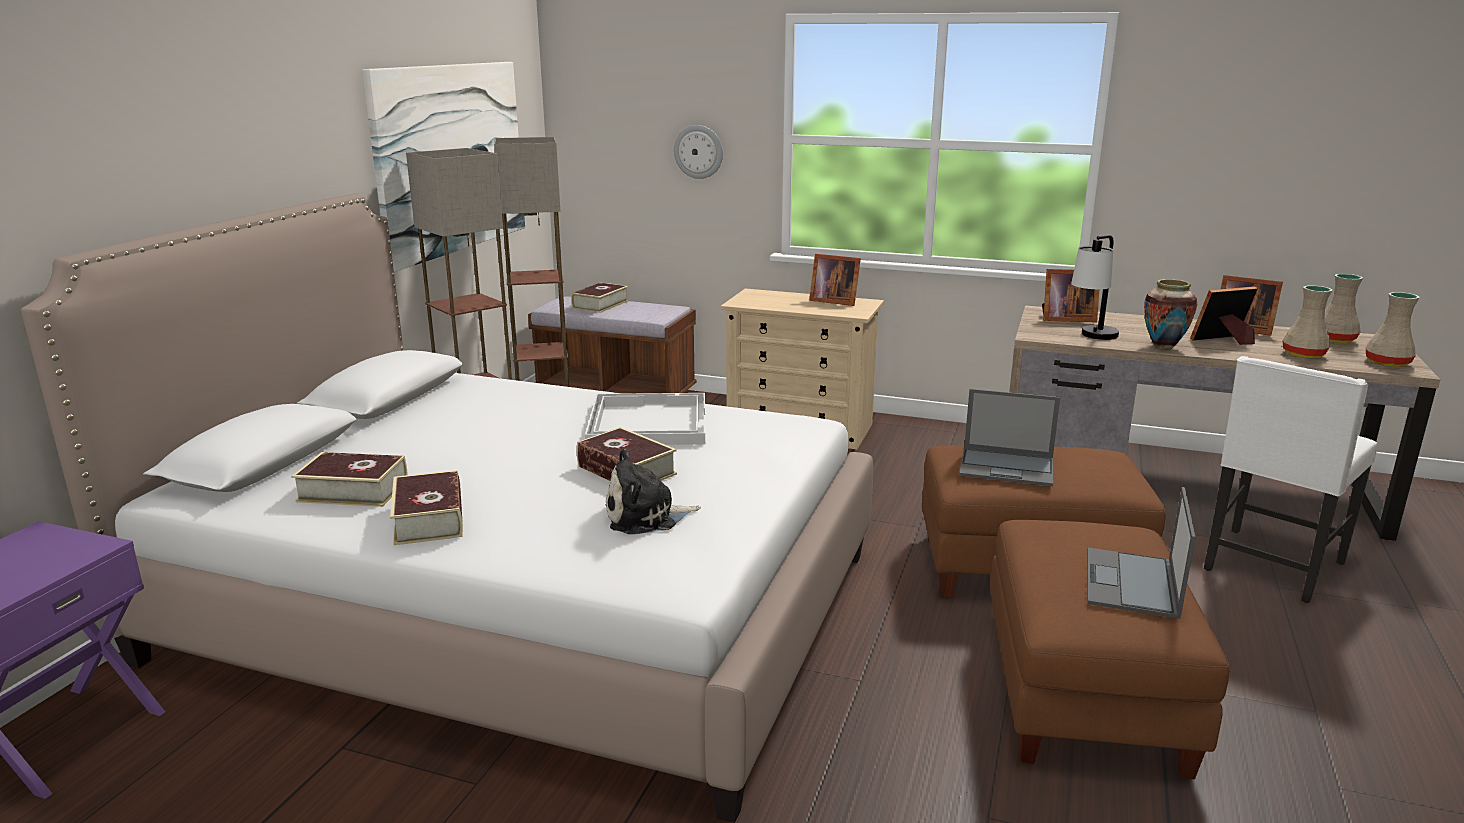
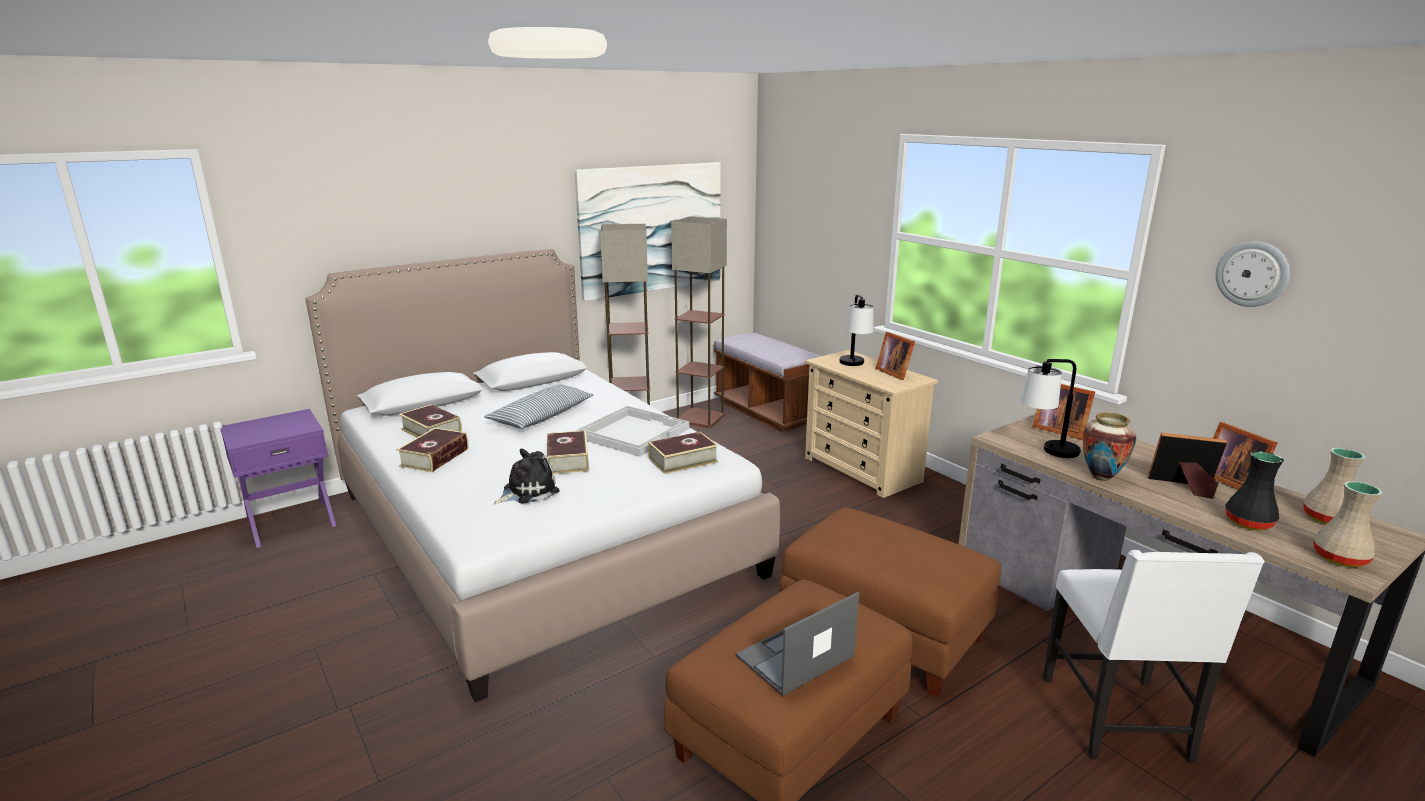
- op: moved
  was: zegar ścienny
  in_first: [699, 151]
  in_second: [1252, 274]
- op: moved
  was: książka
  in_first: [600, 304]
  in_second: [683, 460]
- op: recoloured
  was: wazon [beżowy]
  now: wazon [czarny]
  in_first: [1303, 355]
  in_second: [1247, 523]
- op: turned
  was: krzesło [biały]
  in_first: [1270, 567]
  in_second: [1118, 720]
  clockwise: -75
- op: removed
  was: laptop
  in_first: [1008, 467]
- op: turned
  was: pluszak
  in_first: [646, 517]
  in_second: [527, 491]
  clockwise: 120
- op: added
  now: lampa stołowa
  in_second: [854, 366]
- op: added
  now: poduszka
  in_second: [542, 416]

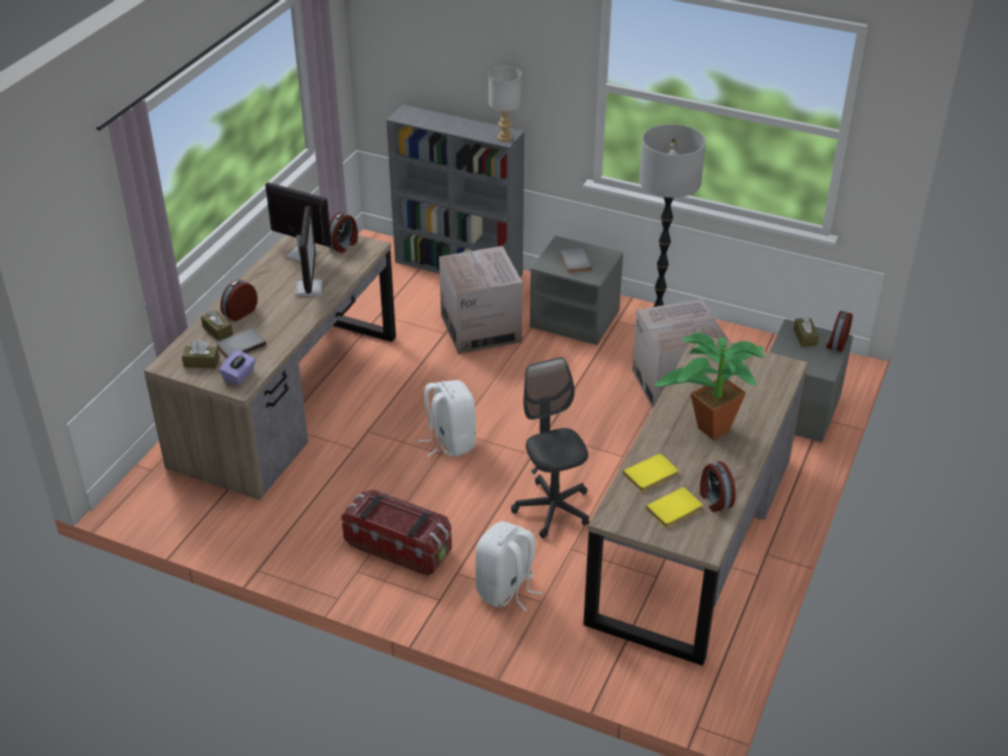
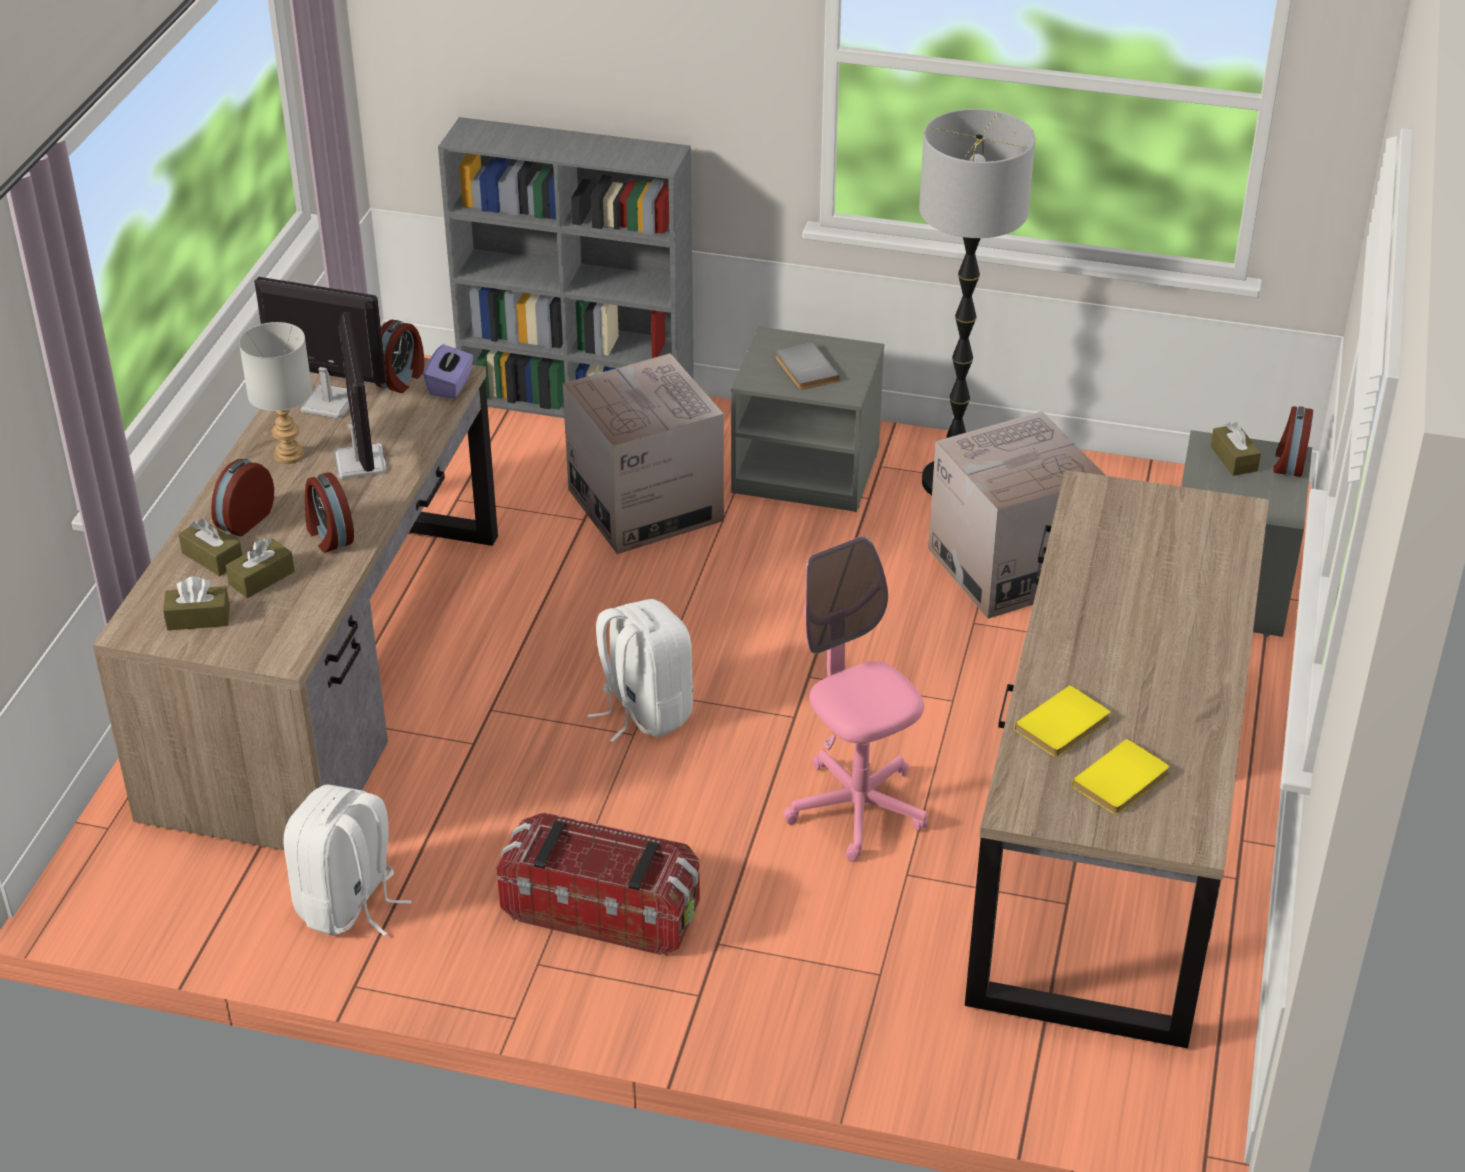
- op: moved
  was: lampa stołowa [szary]
  in_first: [505, 137]
  in_second: [290, 454]
- op: replaced
  was: książka [szary]
  now: pudełko chusteczek [brązowy]
  in_first: [240, 345]
  in_second: [261, 578]
- op: removed
  was: roślina doniczkowa
  in_first: [706, 430]
- op: moved
  was: pudełko chusteczek [fioletowy]
  in_first: [239, 376]
  in_second: [451, 385]
- op: recoloured
  was: krzesło biurowe [szary]
  now: krzesło biurowe [różowy]
  in_first: [552, 509]
  in_second: [856, 808]
- op: moved
  was: budzik
  in_first: [714, 500]
  in_second: [329, 536]
- op: moved
  was: plecak [biały]
  in_first: [506, 590]
  in_second: [348, 904]

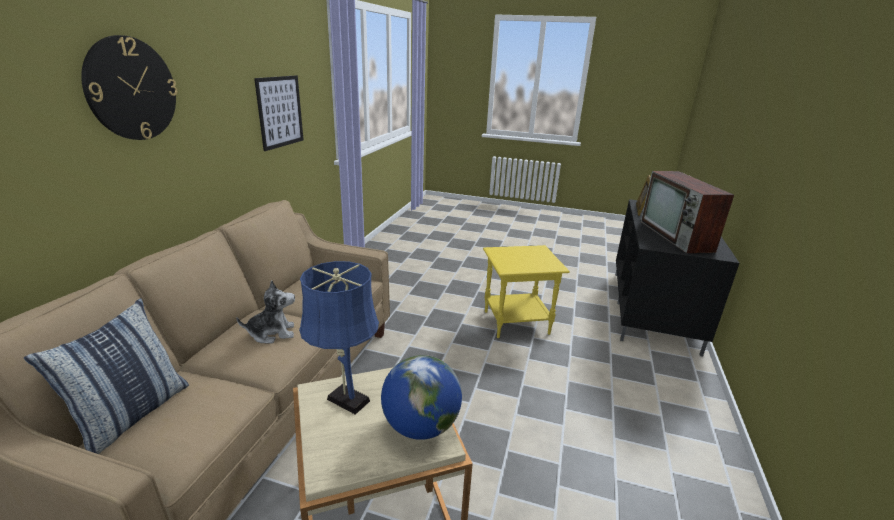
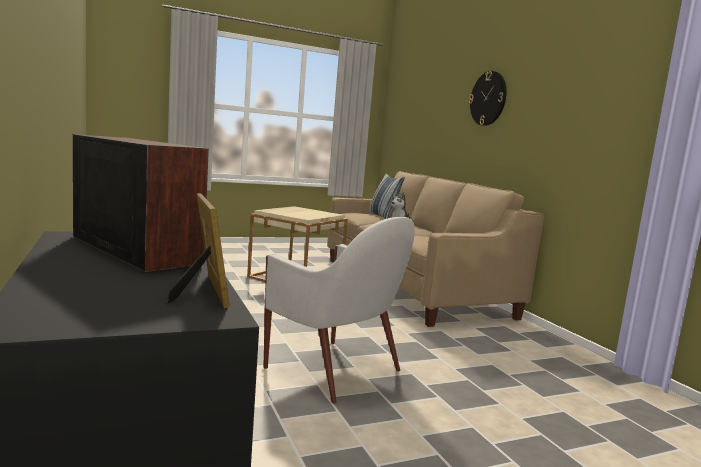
- op: removed
  was: obraz
  in_first: [280, 112]
- op: replaced
  was: stolik [żółty]
  now: fotel [biały]
  in_first: [517, 322]
  in_second: [335, 371]
- op: removed
  was: lampa stołowa [niebieski]
  in_first: [345, 398]
- op: removed
  was: globus
  in_first: [421, 426]

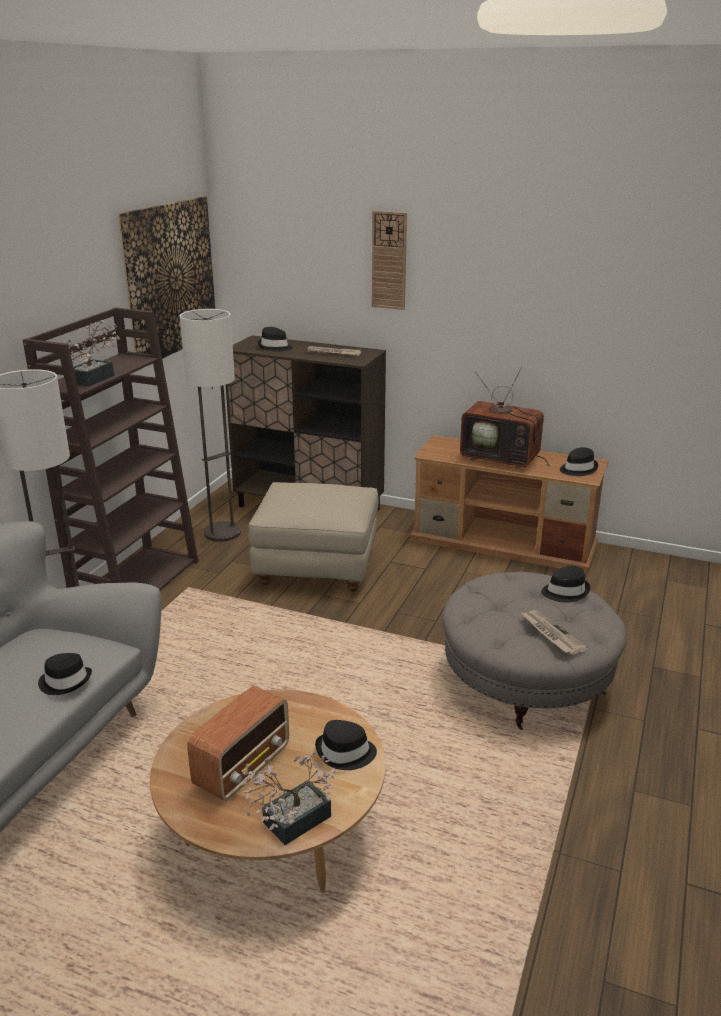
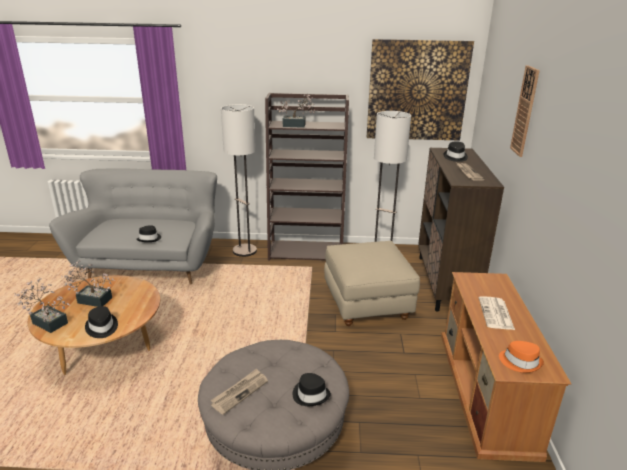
- op: replaced
  was: telewizor
  now: gazeta
  in_first: [503, 458]
  in_second: [496, 314]
- op: recoloured
  was: kapelusz [czarny]
  now: kapelusz [pomarańczowy]
  in_first: [577, 469]
  in_second: [520, 362]
- op: replaced
  was: radio
  now: roślina doniczkowa
  in_first: [243, 766]
  in_second: [92, 299]

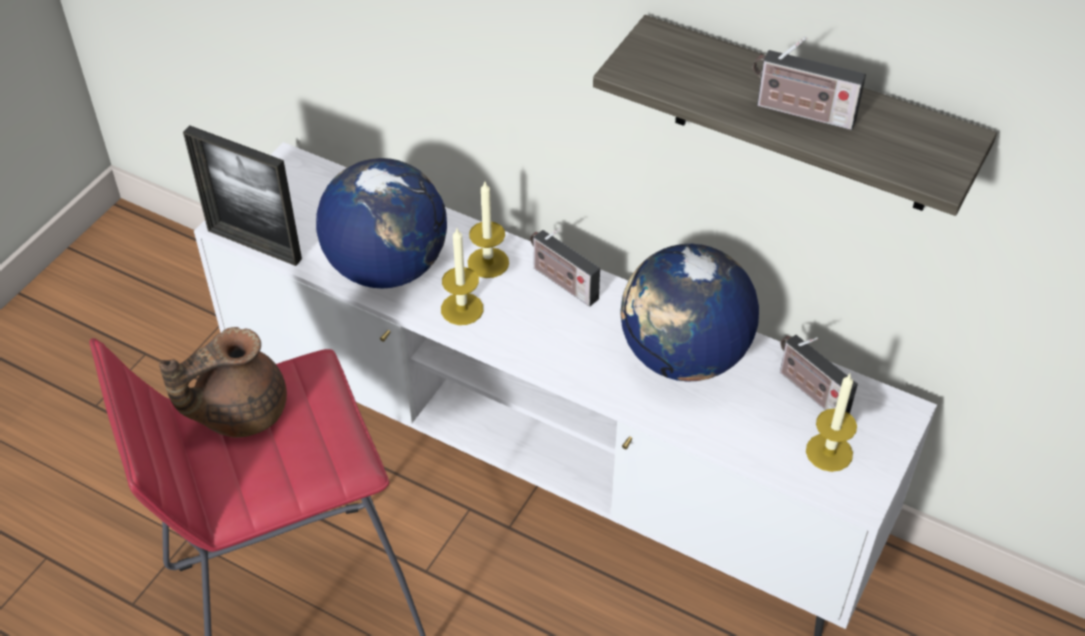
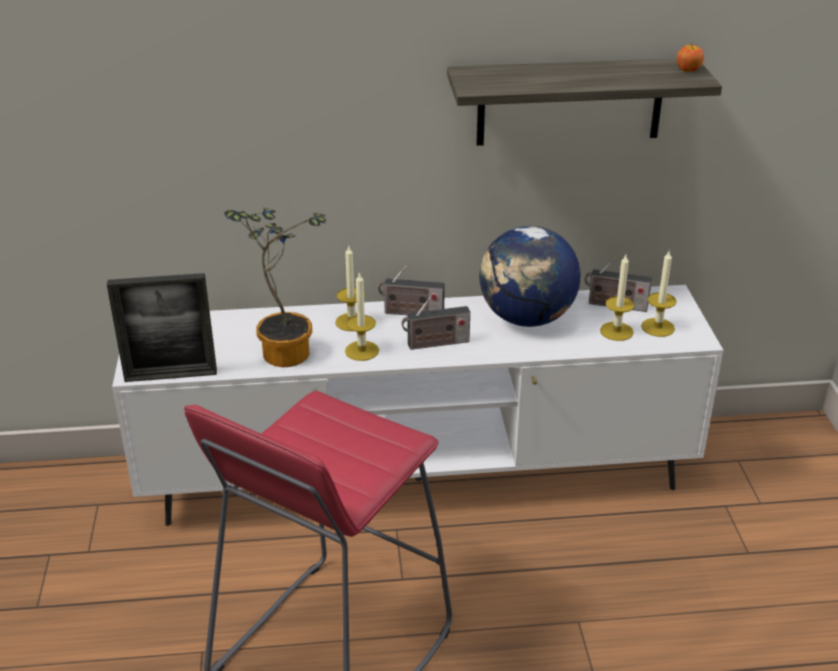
- op: moved
  was: radio
  in_first: [800, 112]
  in_second: [435, 344]
- op: replaced
  was: globus
  now: roślina doniczkowa
  in_first: [387, 267]
  in_second: [284, 350]
- op: removed
  was: imbryk [brązowy]
  in_first: [238, 411]
- op: added
  now: jabłko
  in_second: [688, 70]
- op: added
  now: świeca
  in_second: [616, 331]

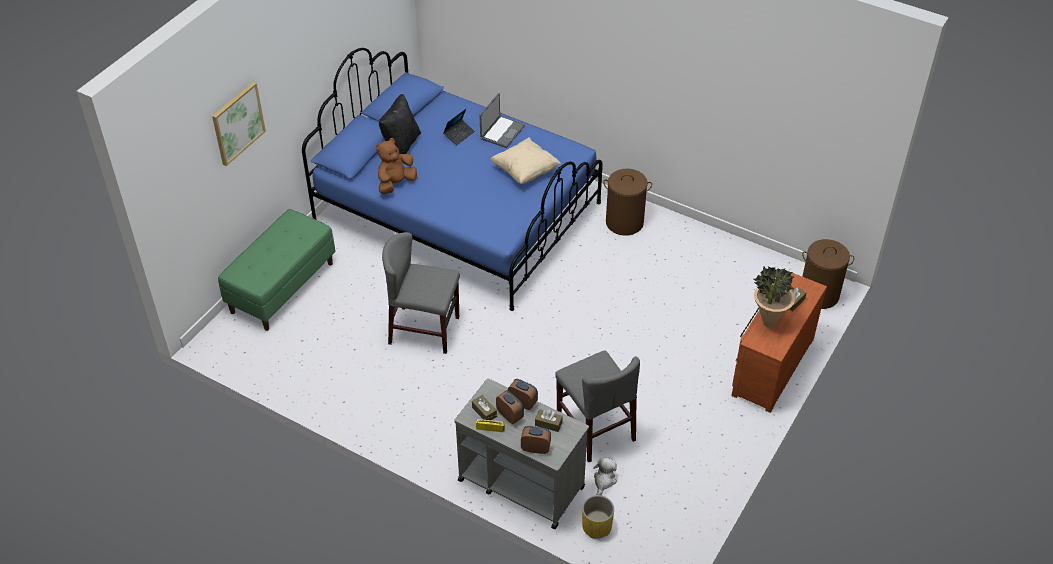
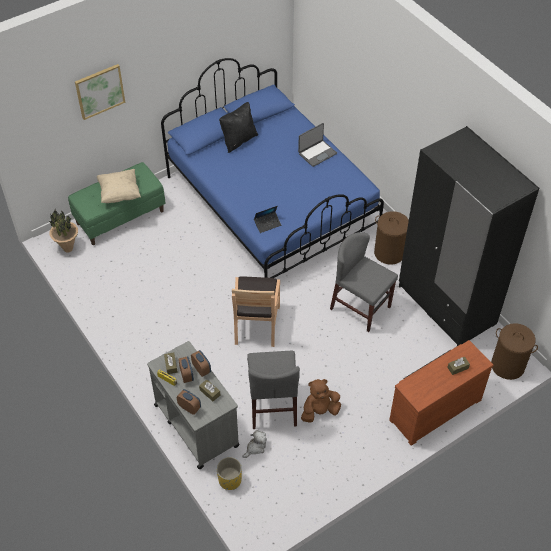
- op: moved
  was: laptop
  in_first: [459, 134]
  in_second: [267, 224]
- op: moved
  was: poduszka [beżowy]
  in_first: [525, 172]
  in_second: [119, 194]
- op: moved
  was: pluszak [brązowy]
  in_first: [396, 183]
  in_second: [319, 411]
- op: moved
  was: krzesło [szary]
  in_first: [424, 330]
  in_second: [360, 308]
- op: moved
  was: roślina doniczkowa
  in_first: [768, 322]
  in_second: [68, 249]
- op: added
  now: szafa [czarny]
  in_second: [446, 305]
- op: added
  now: krzesło [brązowy]
  in_second: [256, 324]

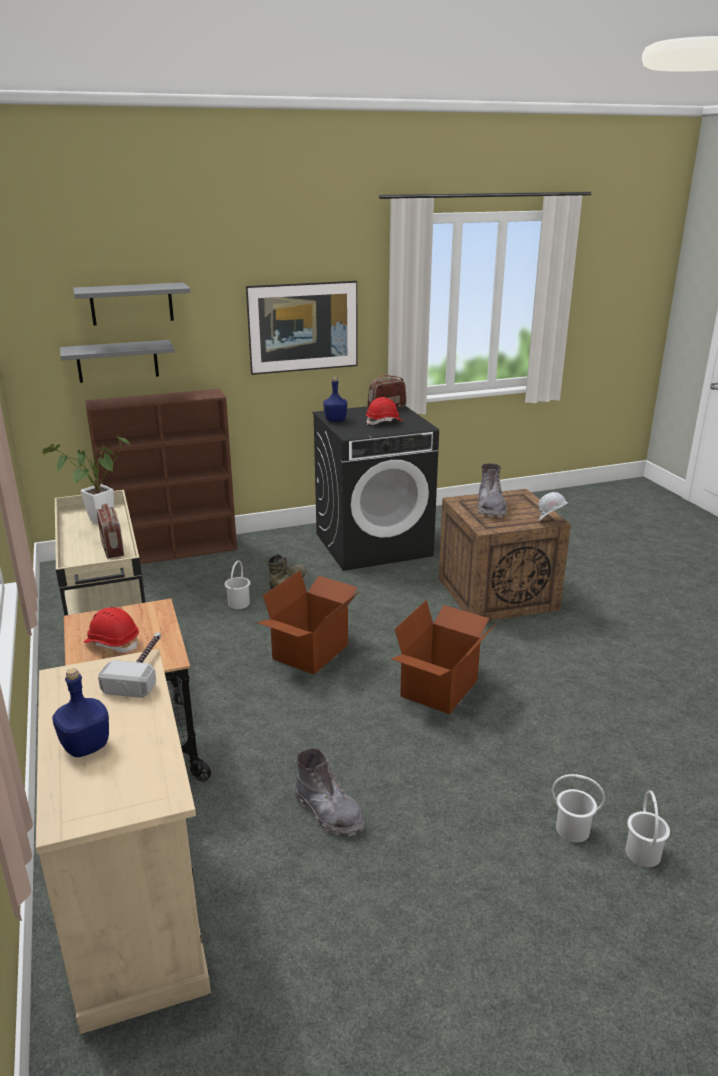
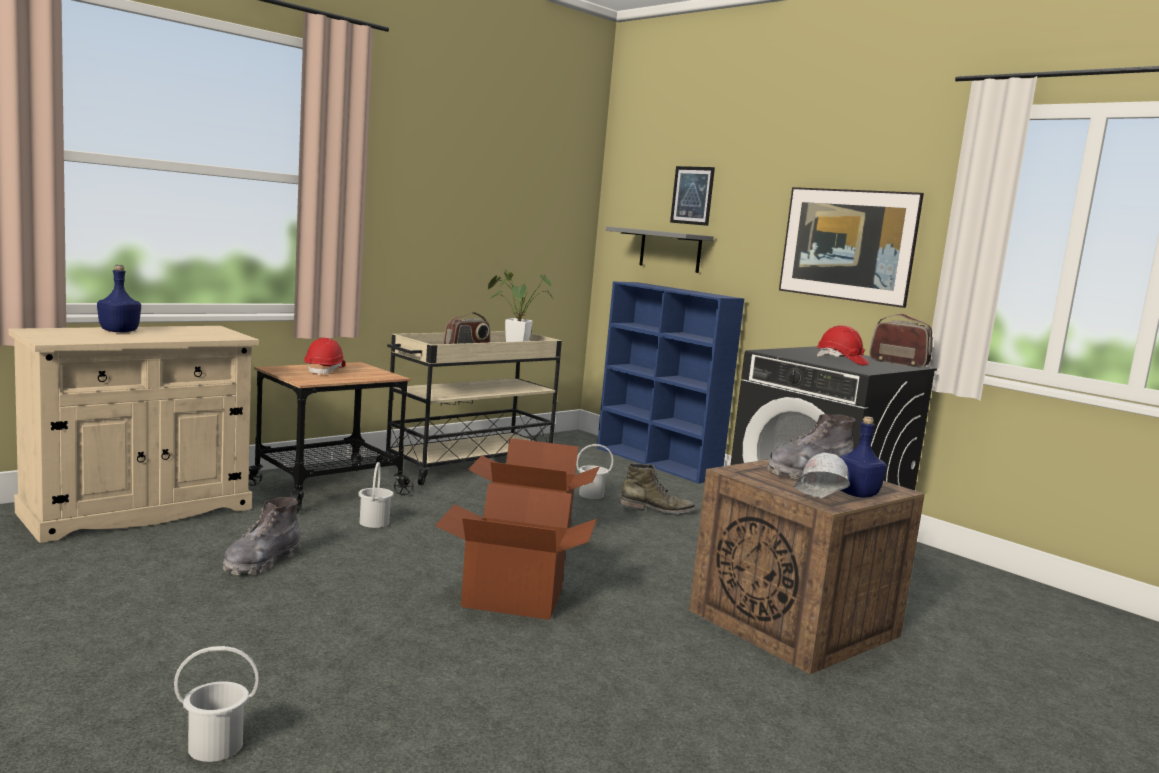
- op: replaced
  was: półka [szary]
  now: obraz
  in_first: [131, 304]
  in_second: [692, 195]
- op: moved
  was: butelka [niebieski]
  in_first: [335, 420]
  in_second: [856, 494]
- op: recoloured
  was: regał [brązowy]
  now: regał [niebieski]
  in_first: [174, 551]
  in_second: [658, 463]
- op: removed
  was: młotek
  in_first: [142, 669]
- op: moved
  was: wiadro [biały]
  in_first: [572, 830]
  in_second: [373, 522]

